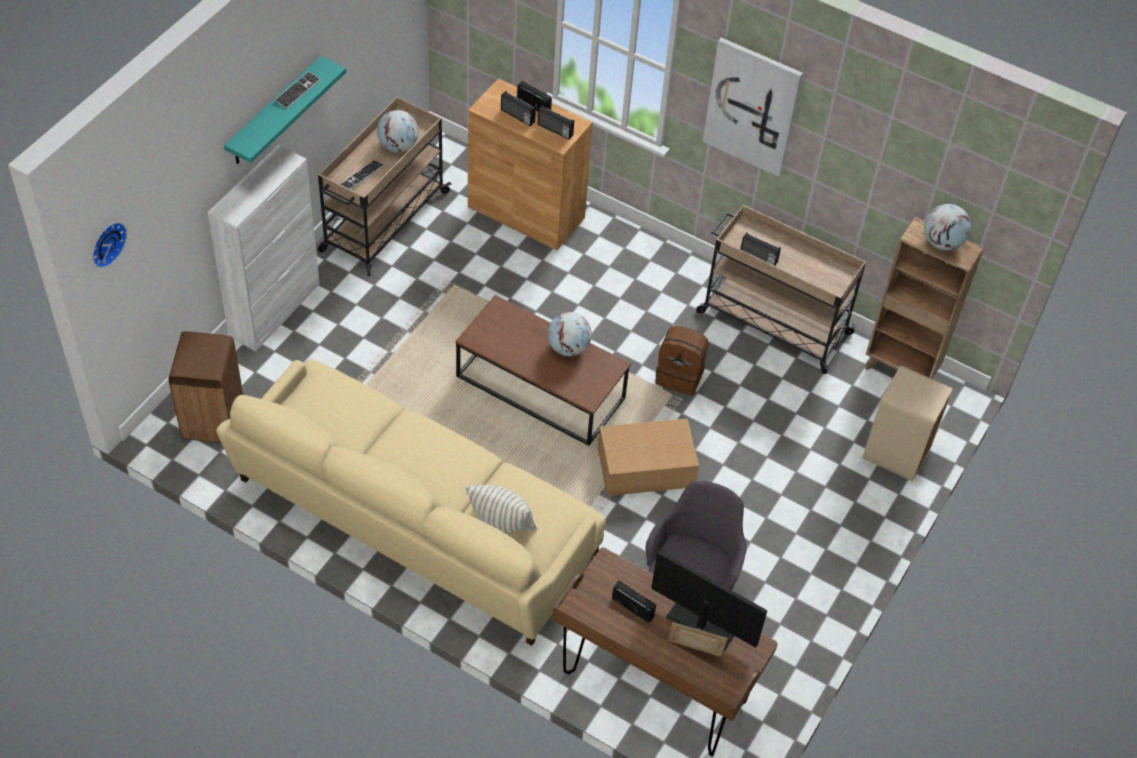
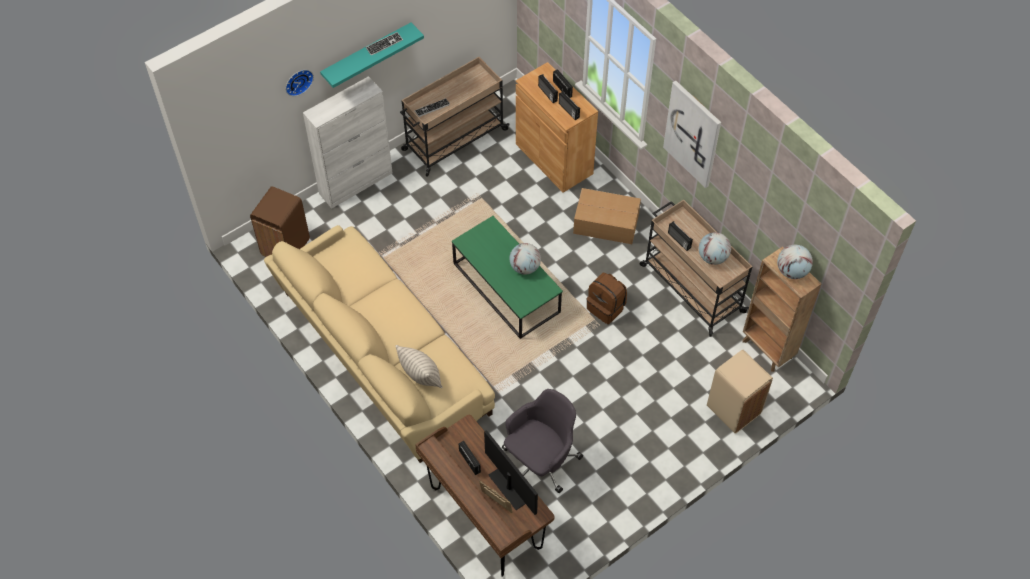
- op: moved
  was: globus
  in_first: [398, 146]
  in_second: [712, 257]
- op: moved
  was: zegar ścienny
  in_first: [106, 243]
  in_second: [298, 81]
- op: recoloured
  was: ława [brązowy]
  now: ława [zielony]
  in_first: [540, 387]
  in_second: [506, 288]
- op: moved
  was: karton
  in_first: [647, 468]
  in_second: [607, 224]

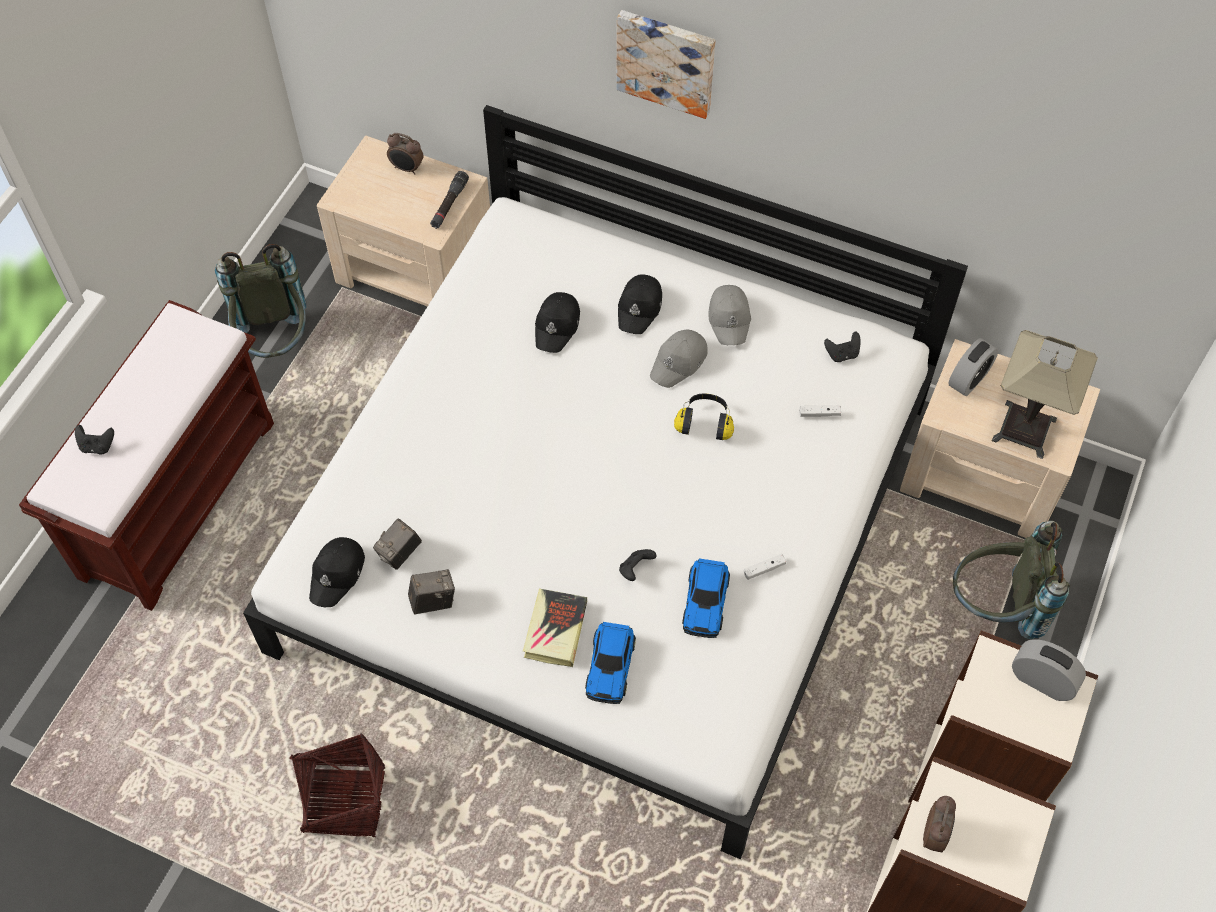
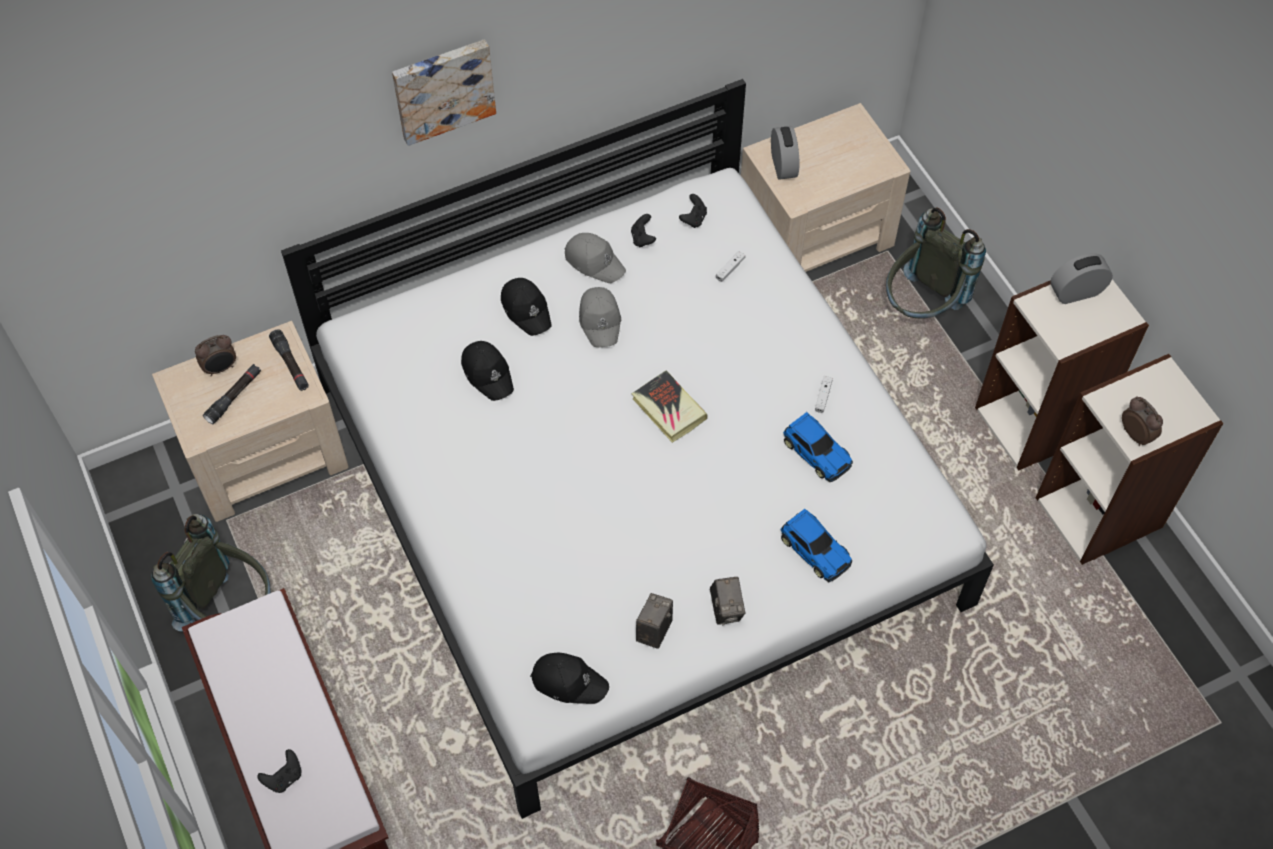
- op: removed
  was: lampa stołowa
  in_first: [1024, 429]
- op: removed
  was: słuchawki
  in_first: [705, 422]
- op: moved
  was: aparat fotograficzny
  in_first: [400, 554]
  in_second: [726, 609]
- op: turned
  was: czapka z daszkiem [czarny]
  in_first: [337, 574]
  in_second: [568, 681]
  clockwise: -45
- op: moved
  was: pad do gier [czarny]
  in_first: [635, 569]
  in_second: [642, 238]
- op: moved
  was: książka
  in_first: [555, 630]
  in_second: [668, 409]
- op: added
  now: latarka [czarny]
  in_second: [234, 397]

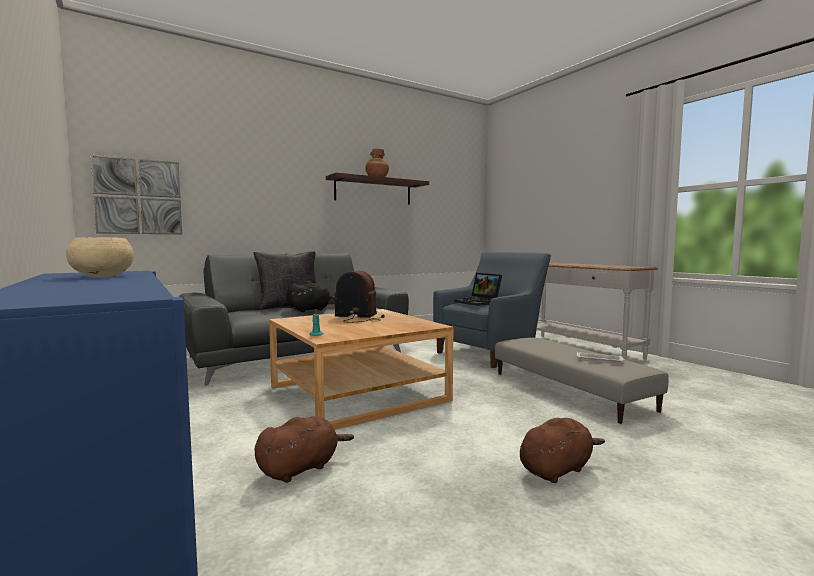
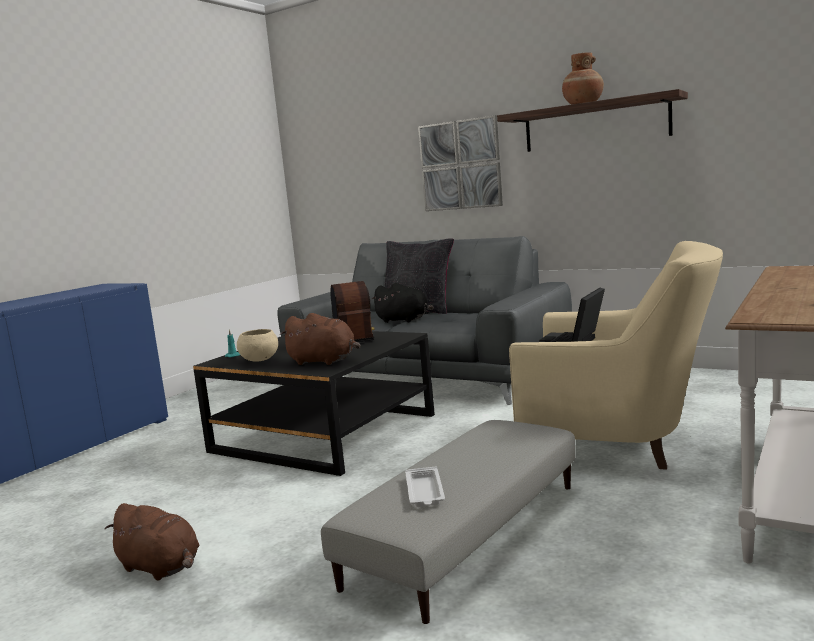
- op: moved
  was: obraz
  in_first: [138, 196]
  in_second: [460, 165]
- op: moved
  was: miska [beżowy]
  in_first: [103, 276]
  in_second: [259, 360]
- op: recoloured
  was: fotel [niebieski]
  now: fotel [beżowy]
  in_first: [492, 352]
  in_second: [620, 443]
- op: recoloured
  was: ława [beżowy]
  now: ława [czarny]
  in_first: [357, 393]
  in_second: [324, 433]
- op: moved
  was: pluszak [brązowy]
  in_first: [301, 468]
  in_second: [324, 361]

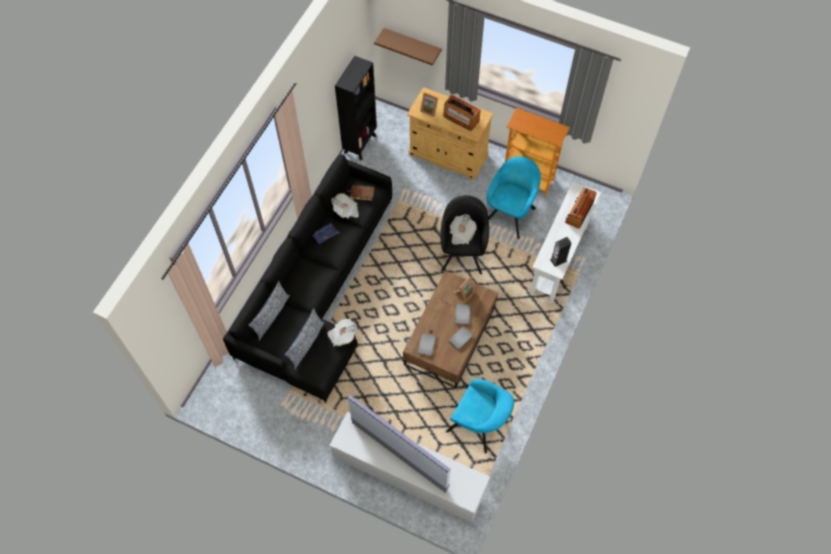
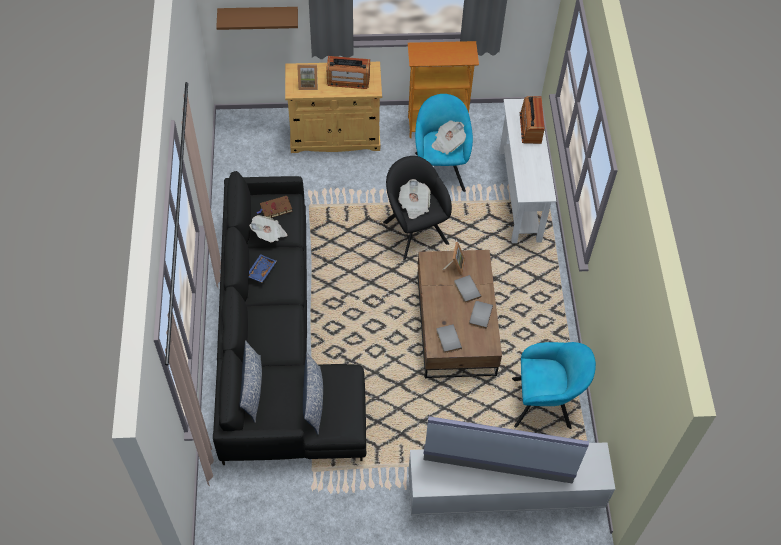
- op: removed
  was: regał [czarny]
  in_first: [360, 143]
- op: removed
  was: głośnik
  in_first: [558, 260]
- op: moved
  was: gazeta
  in_first: [342, 335]
  in_second: [447, 143]

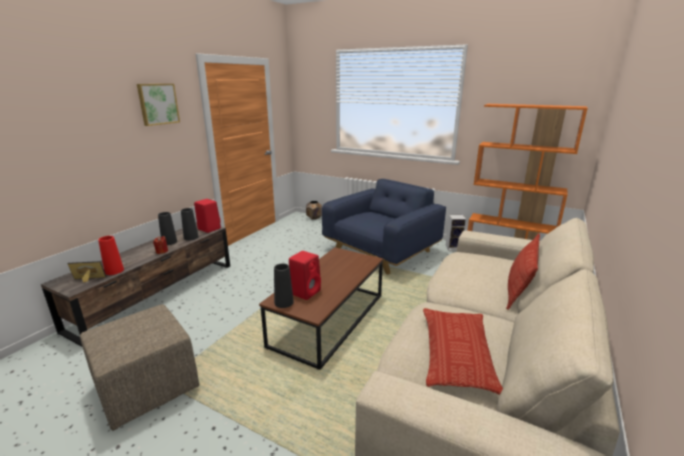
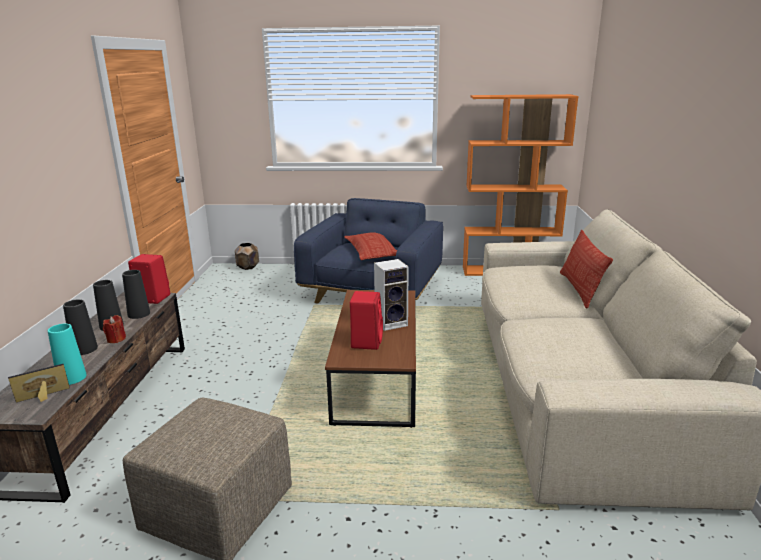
- op: removed
  was: obraz
  in_first: [158, 104]
- op: moved
  was: głośnik
  in_first: [454, 248]
  in_second: [392, 323]
- op: recoloured
  was: wazon [czerwony]
  now: wazon [turkusowy]
  in_first: [114, 271]
  in_second: [72, 378]
- op: moved
  was: wazon [czarny]
  in_first: [284, 302]
  in_second: [84, 349]
- op: moved
  was: poduszka
  in_first: [456, 353]
  in_second: [372, 251]

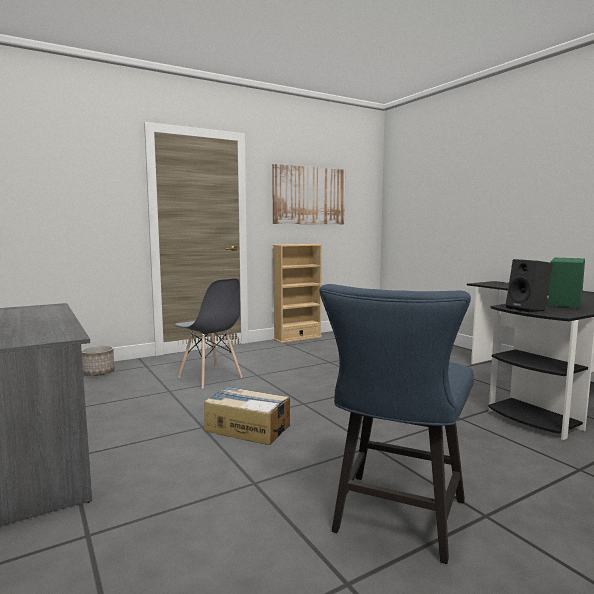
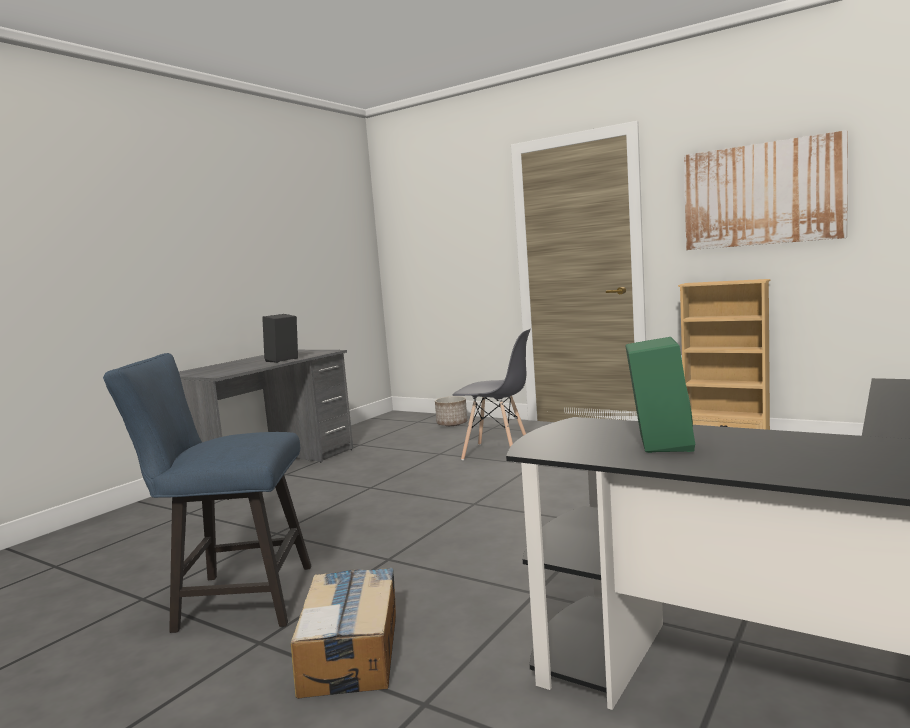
- op: moved
  was: głośnik [czarny]
  in_first: [528, 309]
  in_second: [282, 360]
- op: turned
  was: krzesło [szary]
  in_first: [210, 377]
  in_second: [497, 453]
  clockwise: -90
- op: moved
  was: karton
  in_first: [247, 428]
  in_second: [351, 651]

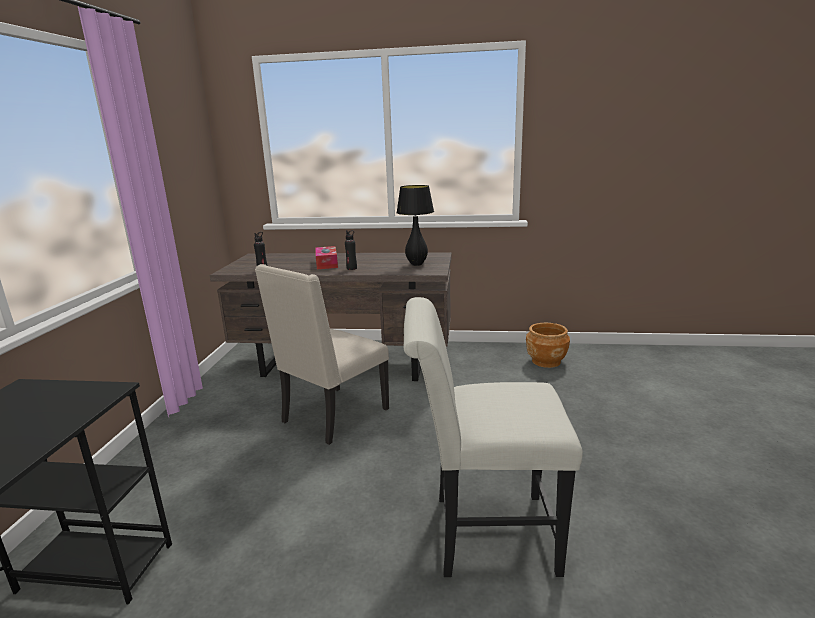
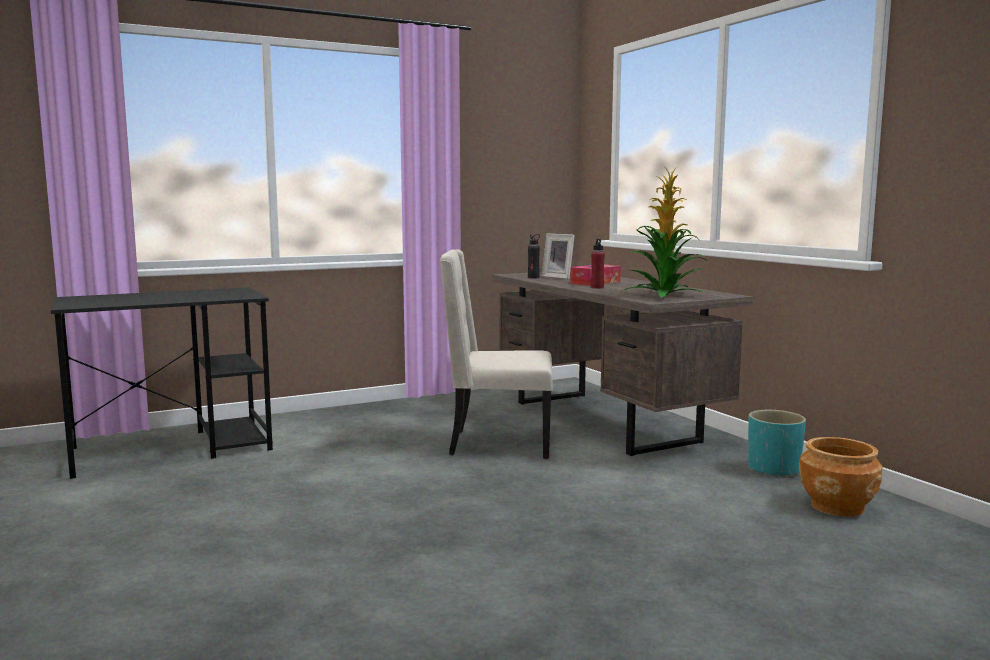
- op: replaced
  was: lampa stołowa [czarny]
  now: roślina doniczkowa
  in_first: [417, 264]
  in_second: [664, 295]
- op: recoloured
  was: butelka [czarny]
  now: butelka [czerwony]
  in_first: [351, 268]
  in_second: [597, 287]
- op: removed
  was: krzesło [biały]
  in_first: [483, 533]
- op: added
  now: ramka na zdjęcie
  in_second: [559, 277]
- op: added
  now: donica [turkusowy]
  in_second: [774, 469]

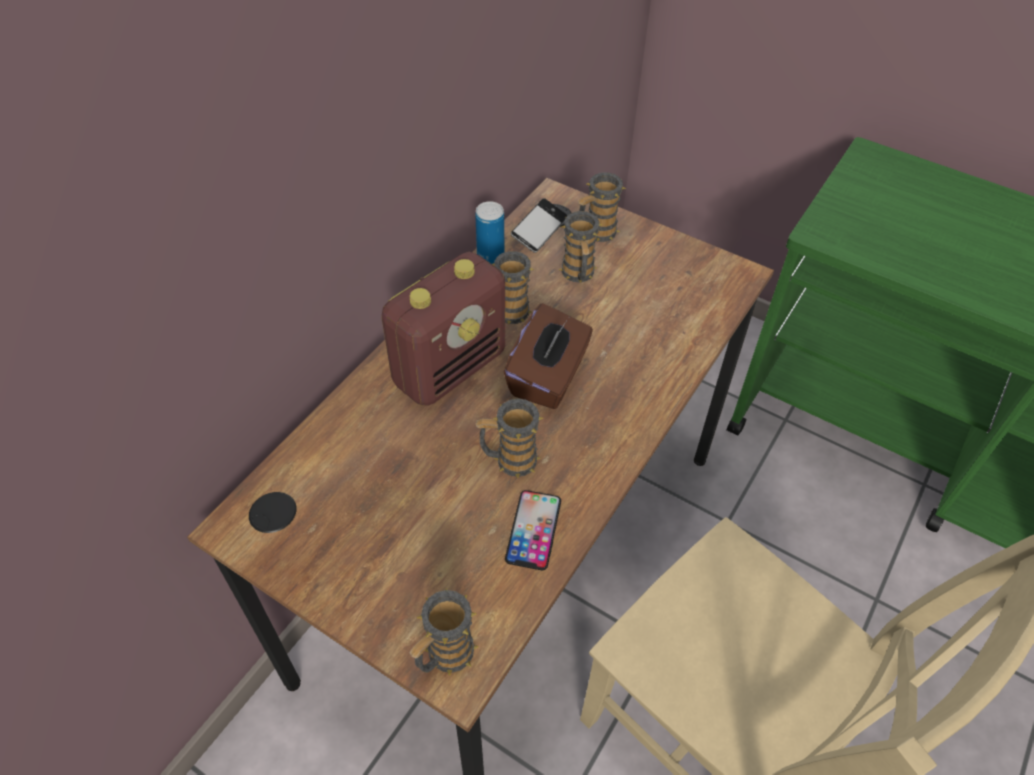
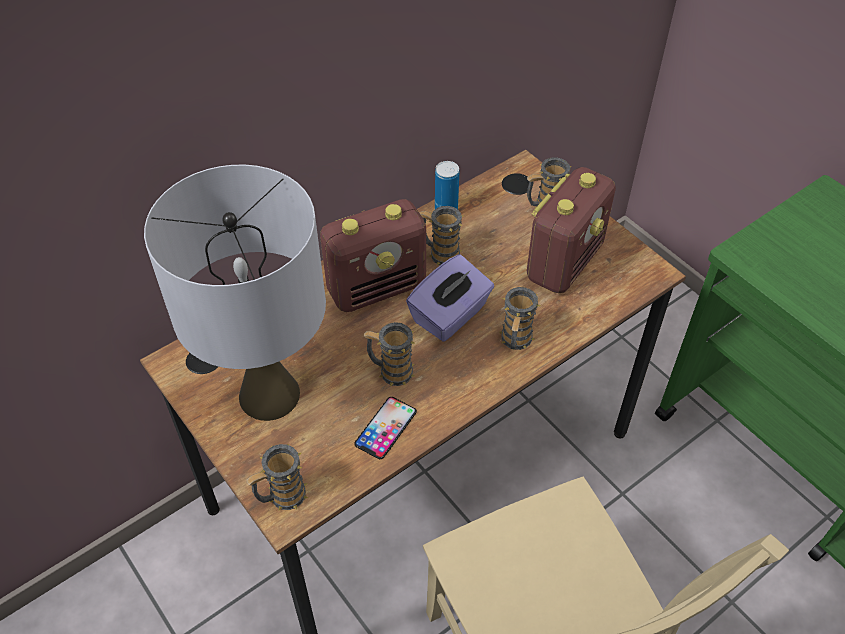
- op: removed
  was: telefon
  in_first: [539, 230]
- op: moved
  was: kubek
  in_first: [578, 275]
  in_second: [515, 342]
- op: recoloured
  was: pudełko chusteczek [brązowy]
  now: pudełko chusteczek [fioletowy]
  in_first: [548, 377]
  in_second: [450, 315]
- op: added
  now: lampa stołowa [szary]
  in_second: [269, 394]
- op: added
  now: radio
  in_second: [564, 262]

